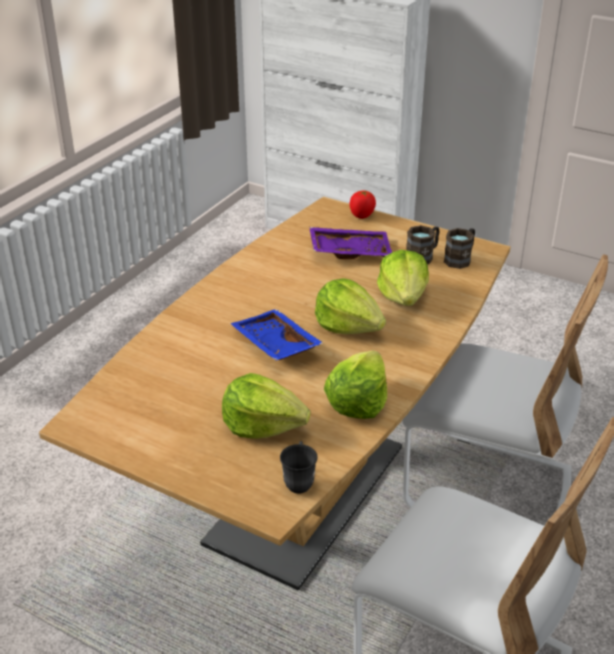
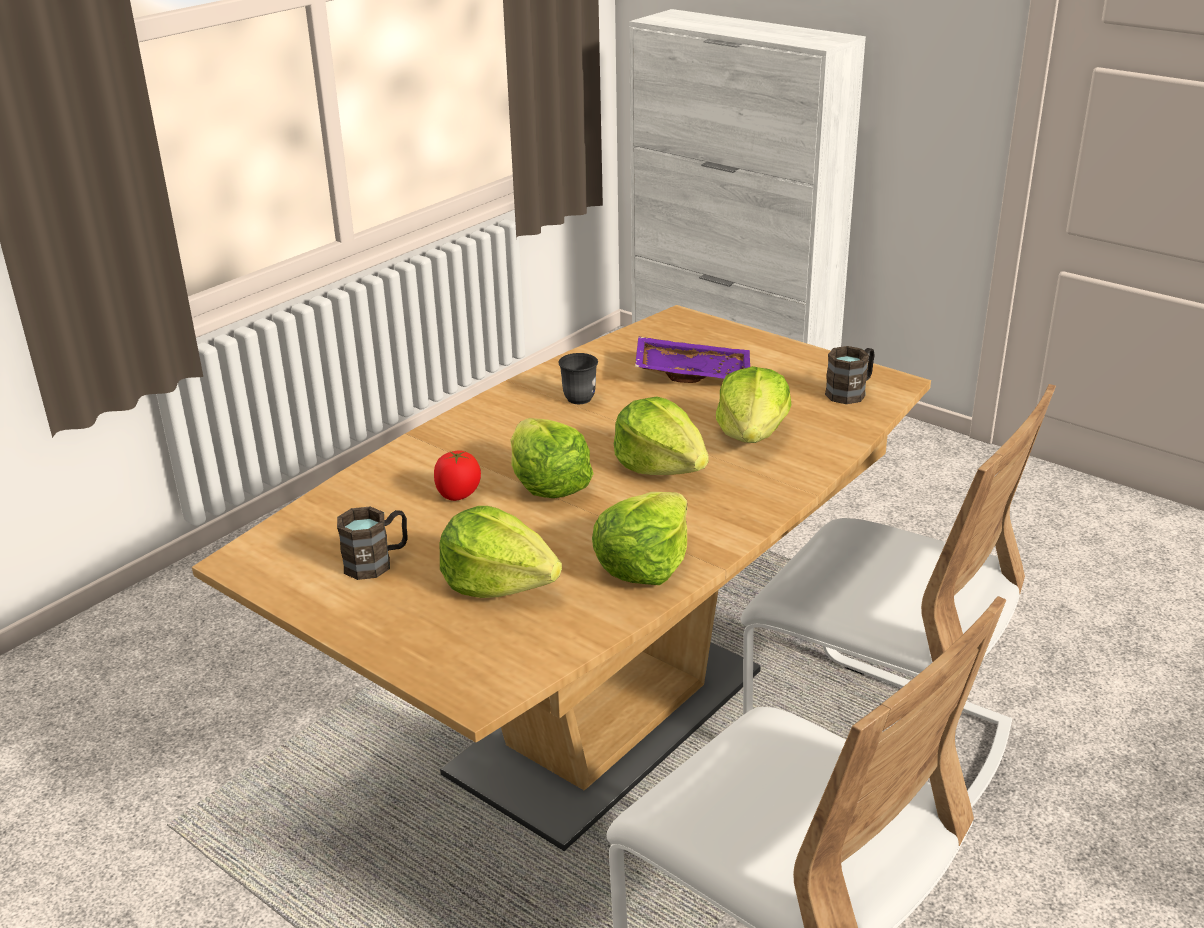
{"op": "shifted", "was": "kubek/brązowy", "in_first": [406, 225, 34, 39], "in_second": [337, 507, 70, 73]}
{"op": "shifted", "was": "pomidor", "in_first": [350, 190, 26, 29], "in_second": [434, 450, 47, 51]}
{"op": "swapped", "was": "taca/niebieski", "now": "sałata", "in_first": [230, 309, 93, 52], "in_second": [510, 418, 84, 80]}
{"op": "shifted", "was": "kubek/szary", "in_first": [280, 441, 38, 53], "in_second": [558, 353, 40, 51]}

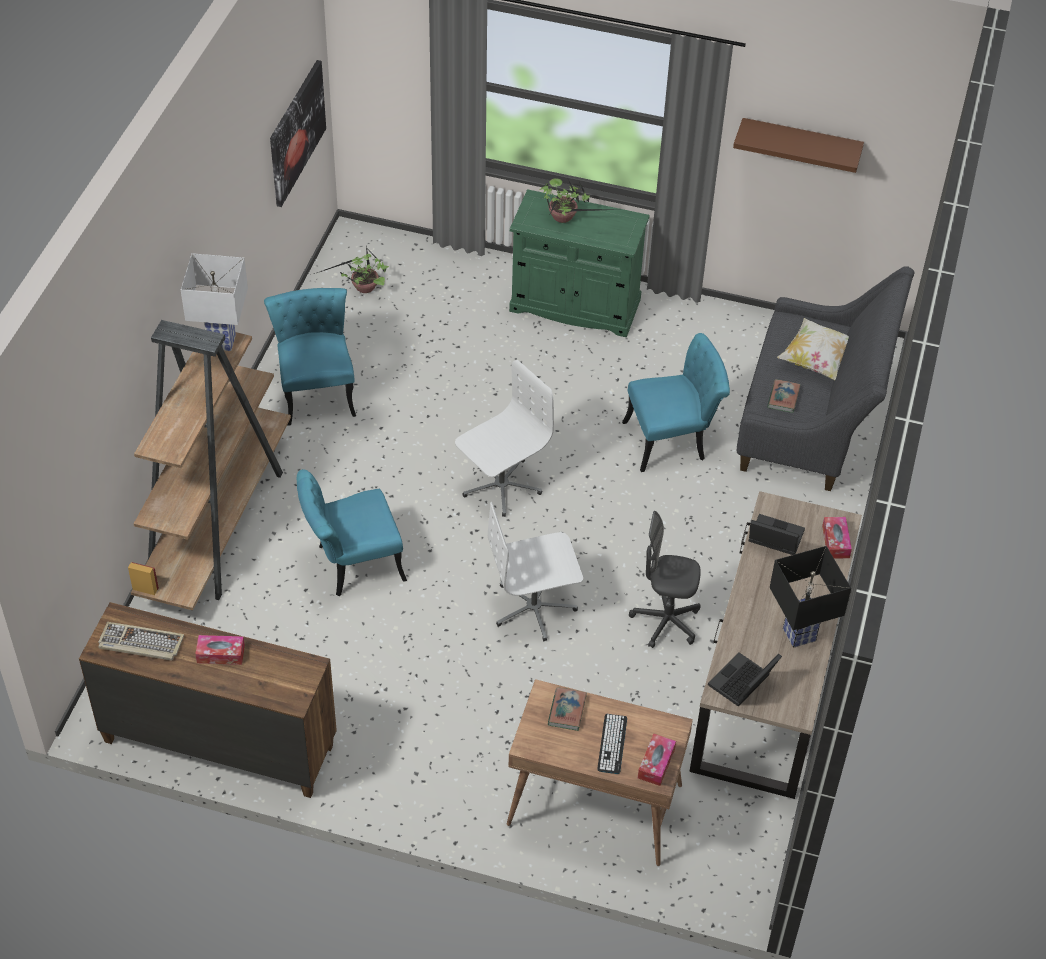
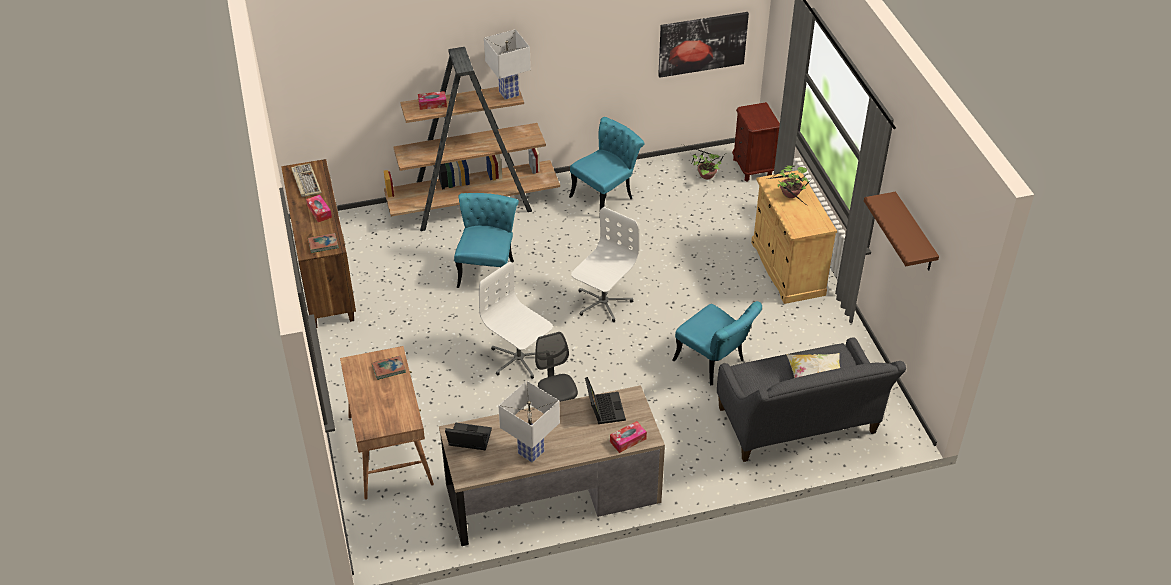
{"op": "shifted", "was": "książka", "in_first": [767, 379, 34, 34], "in_second": [308, 233, 31, 20]}
{"op": "shifted", "was": "pudełko chusteczek", "in_first": [638, 733, 38, 53], "in_second": [418, 91, 29, 19]}
{"op": "rotated", "was": "krzesło/turkusowy", "in_first": [297, 469, 110, 127], "in_second": [454, 193, 65, 95], "clockwise": 60}
{"op": "repainted", "was": "lampa stołowa/czarny", "now": "lampa stołowa/biały", "in_first": [770, 546, 81, 102], "in_second": [498, 381, 62, 82]}
{"op": "rotated", "was": "krzesło biurowe/biały", "in_first": [455, 360, 99, 157], "in_second": [571, 207, 68, 115], "clockwise": -75}
{"op": "new", "now": "szafka nocna/brązowy", "in_second": [732, 102, 48, 80]}
{"op": "repainted", "was": "szafka/zielony", "now": "szafka/beżowy", "in_first": [509, 189, 141, 148], "in_second": [751, 170, 86, 134]}
{"op": "gone", "was": "klawiatura", "in_first": [597, 714, 30, 60]}

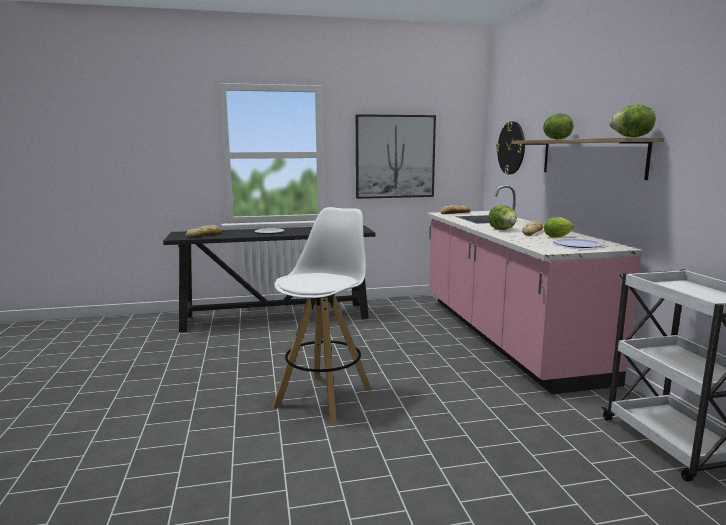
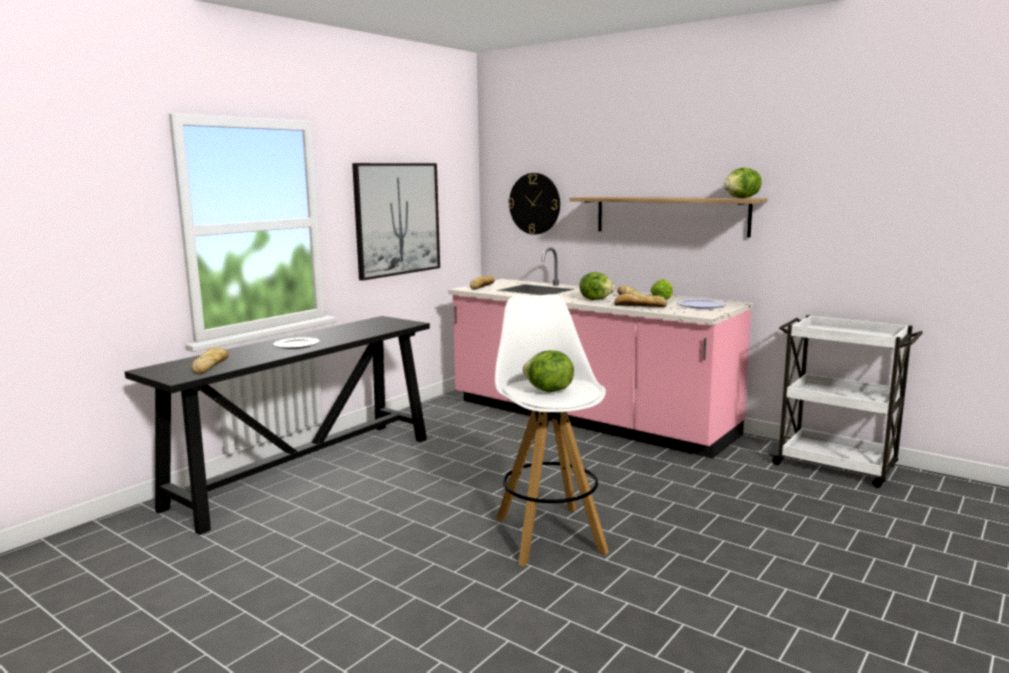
{"op": "shifted", "was": "sałata", "in_first": [543, 113, 30, 26], "in_second": [523, 350, 51, 42]}
{"op": "new", "now": "chleb", "in_second": [614, 293, 53, 14]}

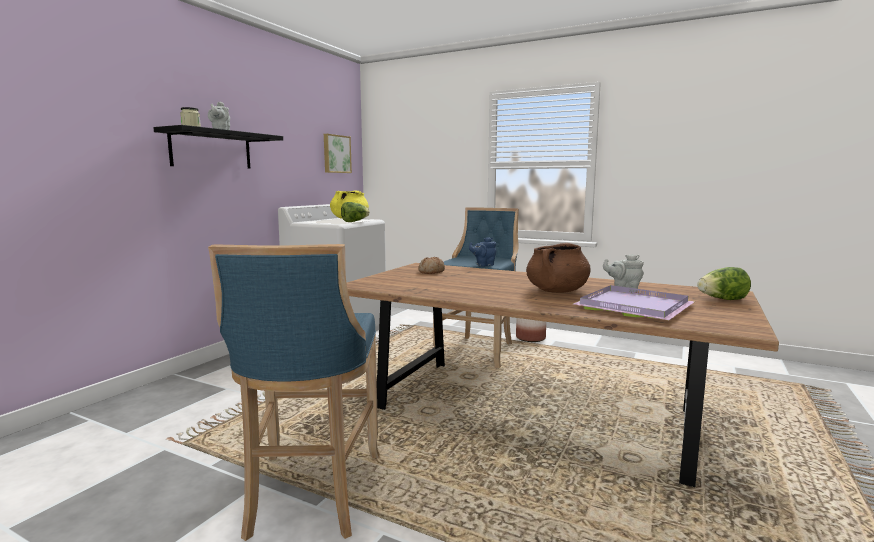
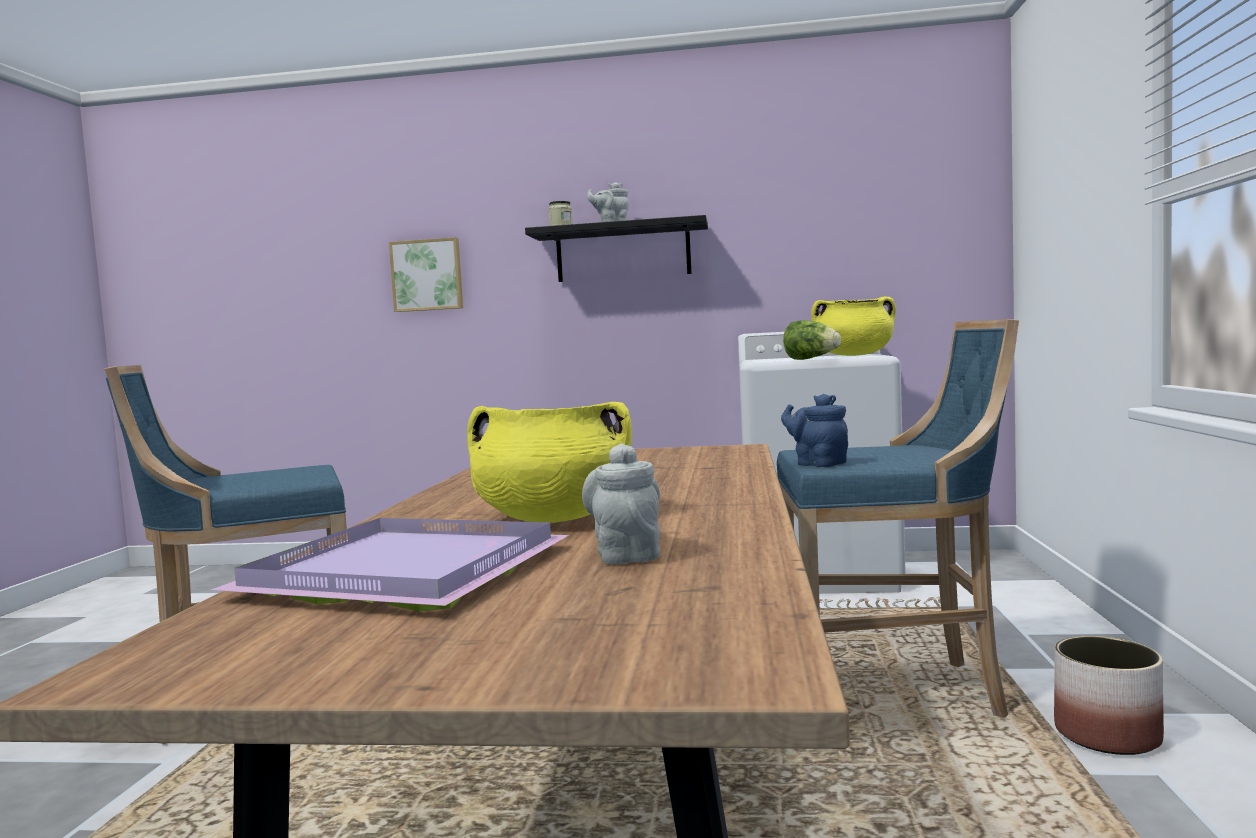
{"op": "shifted", "was": "obraz", "in_first": [324, 134, 28, 39], "in_second": [389, 237, 74, 75]}
{"op": "repainted", "was": "garnek/brązowy", "now": "garnek/żółty", "in_first": [526, 243, 65, 50], "in_second": [467, 402, 165, 121]}
{"op": "gone", "was": "chleb", "in_first": [419, 257, 26, 17]}
{"op": "gone", "was": "sałata", "in_first": [697, 267, 54, 33]}

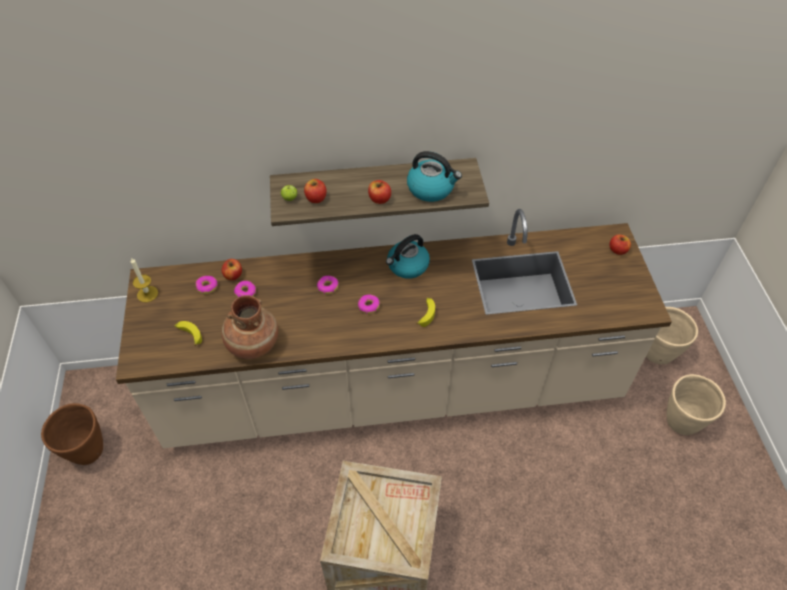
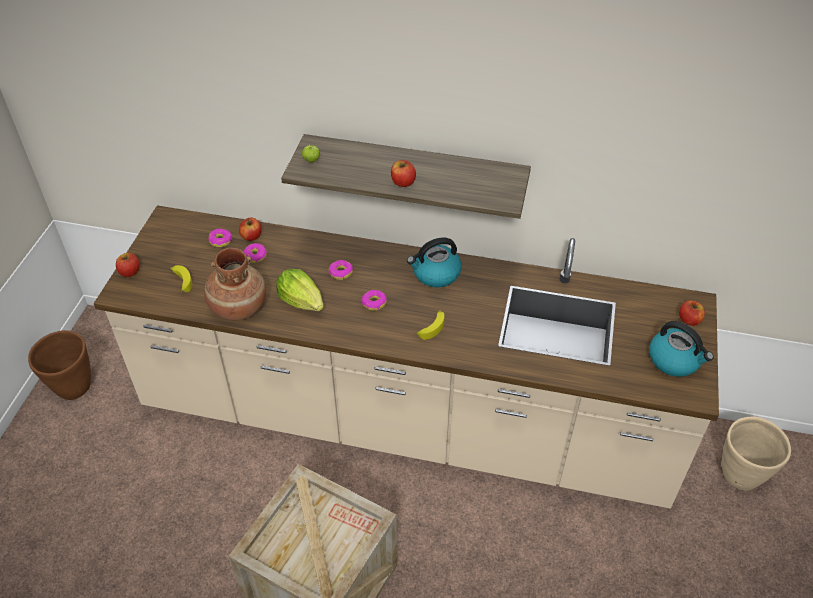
{"op": "shifted", "was": "jabłko", "in_first": [304, 179, 23, 24], "in_second": [116, 253, 24, 24]}
{"op": "new", "now": "sałata", "in_second": [276, 269, 48, 42]}
{"op": "shifted", "was": "czajnik", "in_first": [407, 151, 55, 51], "in_second": [649, 321, 65, 56]}
{"op": "gone", "was": "świeca", "in_first": [131, 258, 27, 44]}
{"op": "gone", "was": "donica/beżowy", "in_first": [666, 374, 60, 61]}

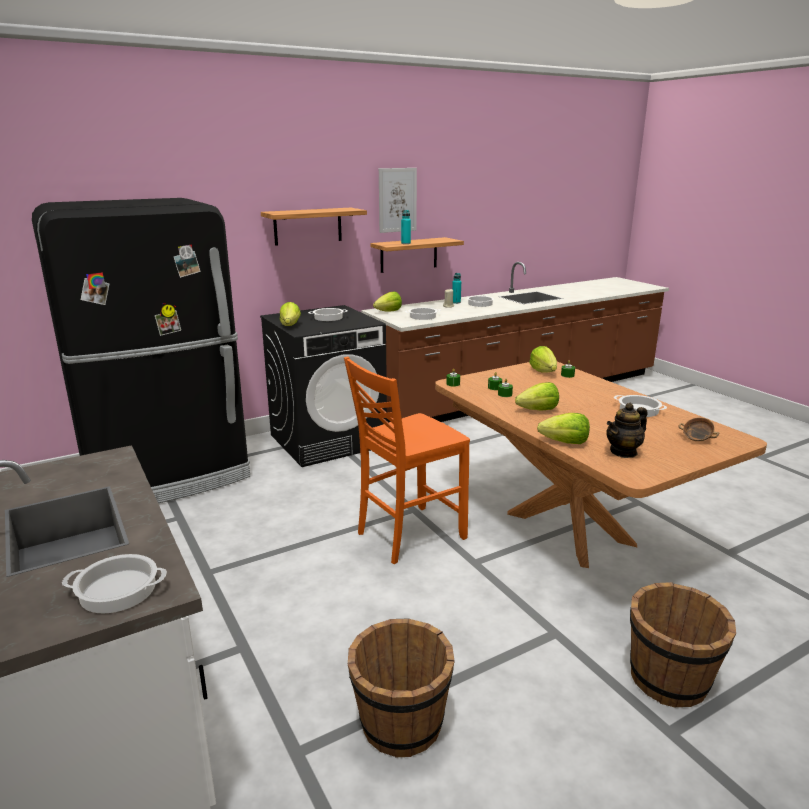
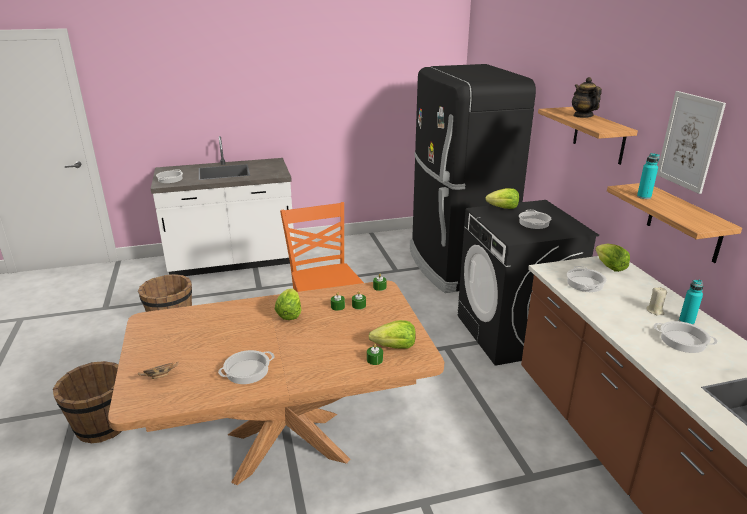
{"op": "shifted", "was": "imbryk", "in_first": [606, 403, 41, 55], "in_second": [572, 77, 30, 41]}
{"op": "gone", "was": "sałata", "in_first": [537, 413, 53, 31]}

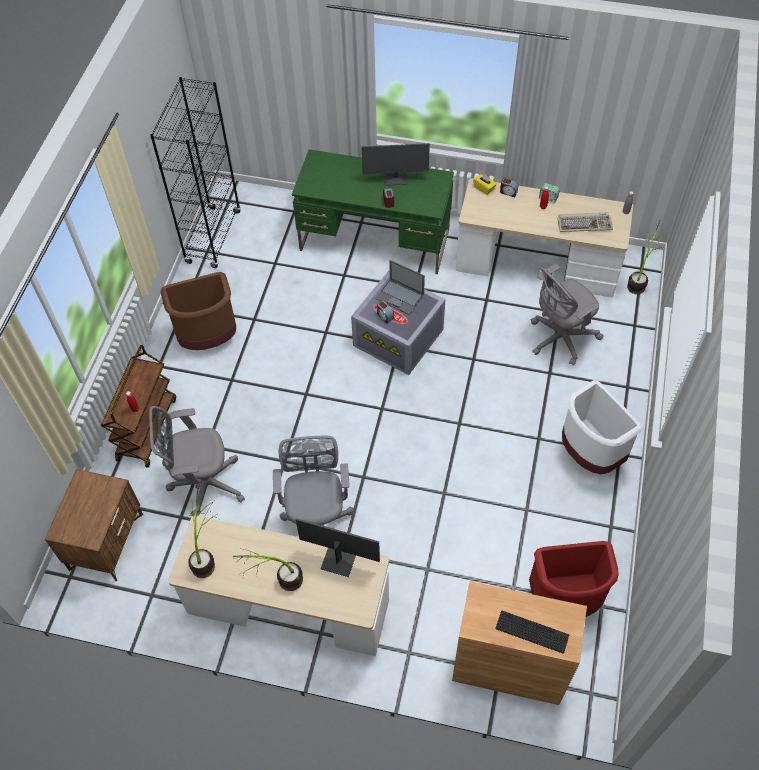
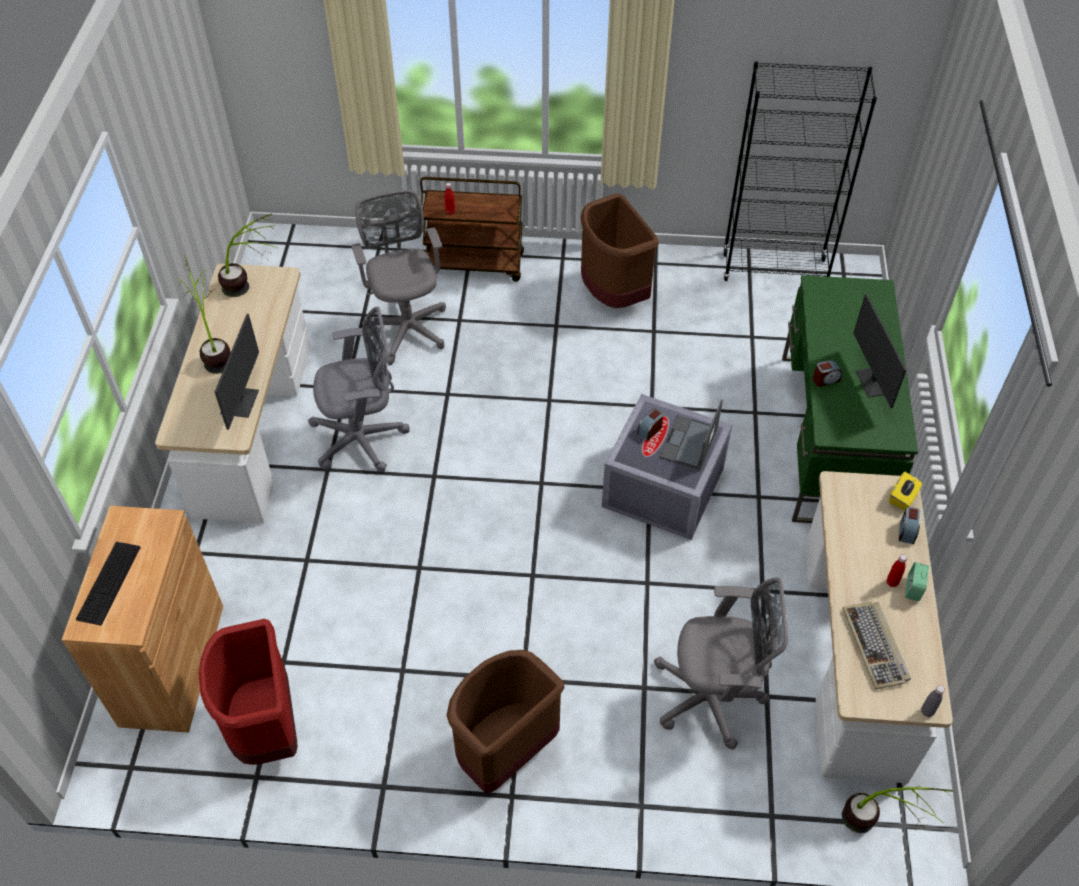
{"op": "repainted", "was": "kosz na śmieci/biały", "now": "kosz na śmieci/brązowy", "in_first": [562, 380, 80, 94], "in_second": [446, 650, 118, 143]}
{"op": "rotated", "was": "krzesło biurowe/szary", "in_first": [531, 264, 73, 102], "in_second": [654, 578, 134, 172], "clockwise": 135}
{"op": "gone", "was": "szafka nocna/brązowy", "in_first": [45, 469, 98, 112]}

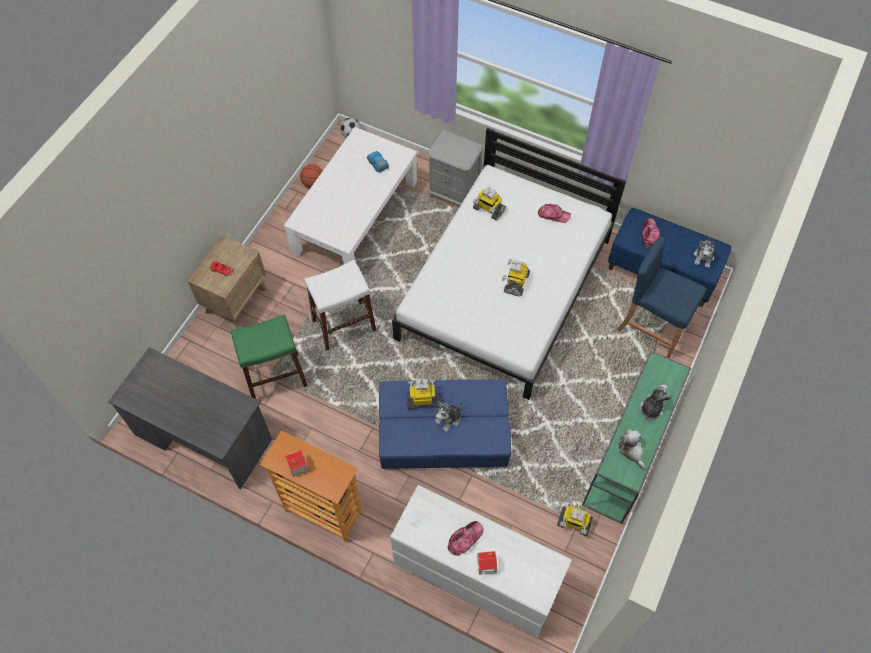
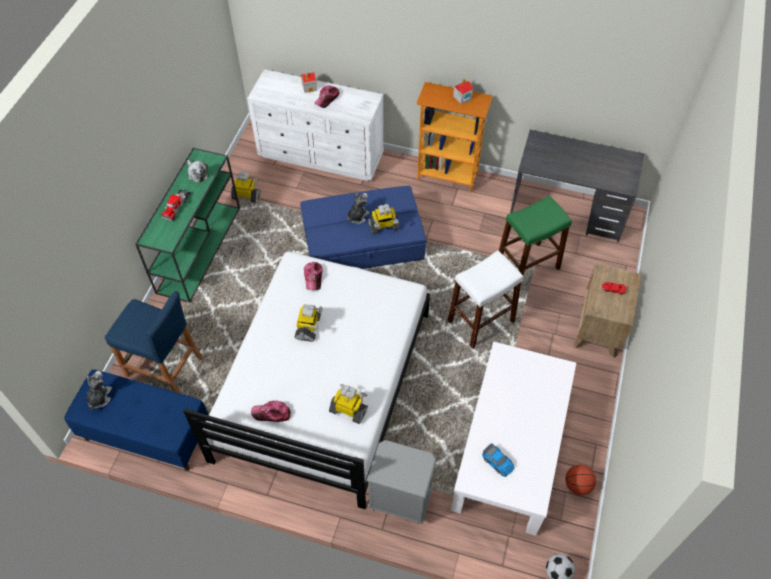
{"op": "swapped", "was": "pluszak", "now": "ciężarówka zabawkowa", "in_first": [640, 384, 32, 36], "in_second": [162, 189, 28, 32]}
{"op": "shifted", "was": "czapka z daszkiem", "in_first": [642, 219, 18, 29], "in_second": [304, 262, 18, 28]}

